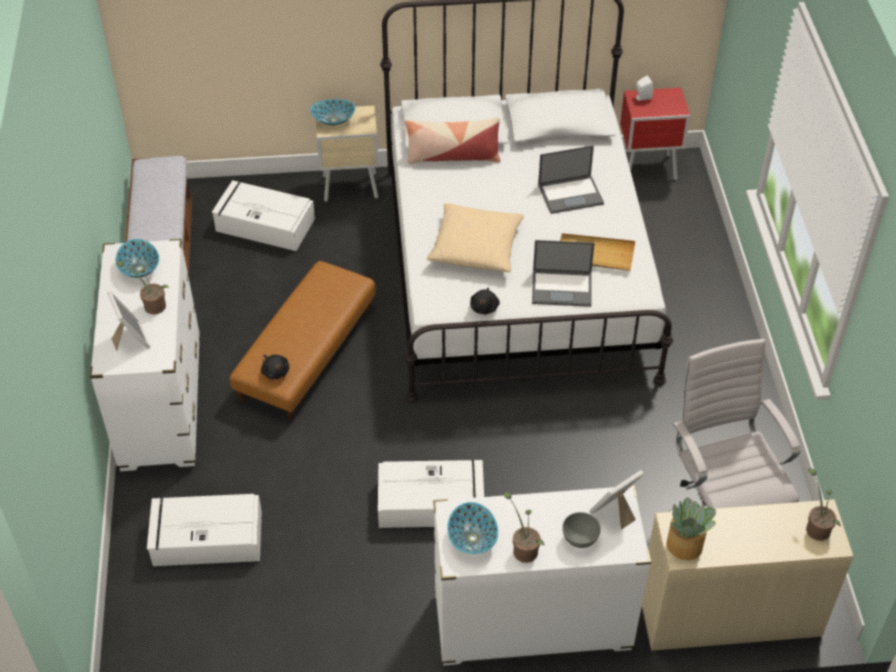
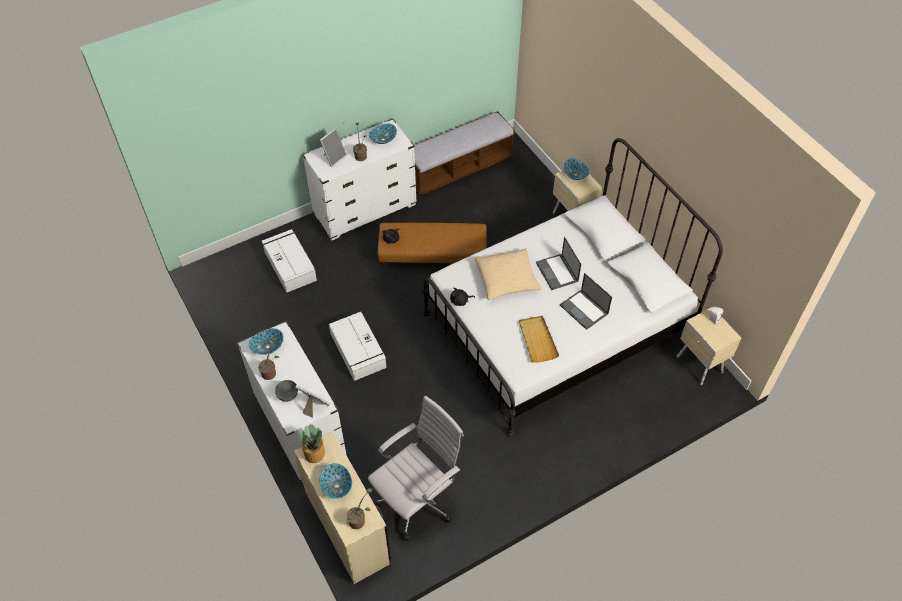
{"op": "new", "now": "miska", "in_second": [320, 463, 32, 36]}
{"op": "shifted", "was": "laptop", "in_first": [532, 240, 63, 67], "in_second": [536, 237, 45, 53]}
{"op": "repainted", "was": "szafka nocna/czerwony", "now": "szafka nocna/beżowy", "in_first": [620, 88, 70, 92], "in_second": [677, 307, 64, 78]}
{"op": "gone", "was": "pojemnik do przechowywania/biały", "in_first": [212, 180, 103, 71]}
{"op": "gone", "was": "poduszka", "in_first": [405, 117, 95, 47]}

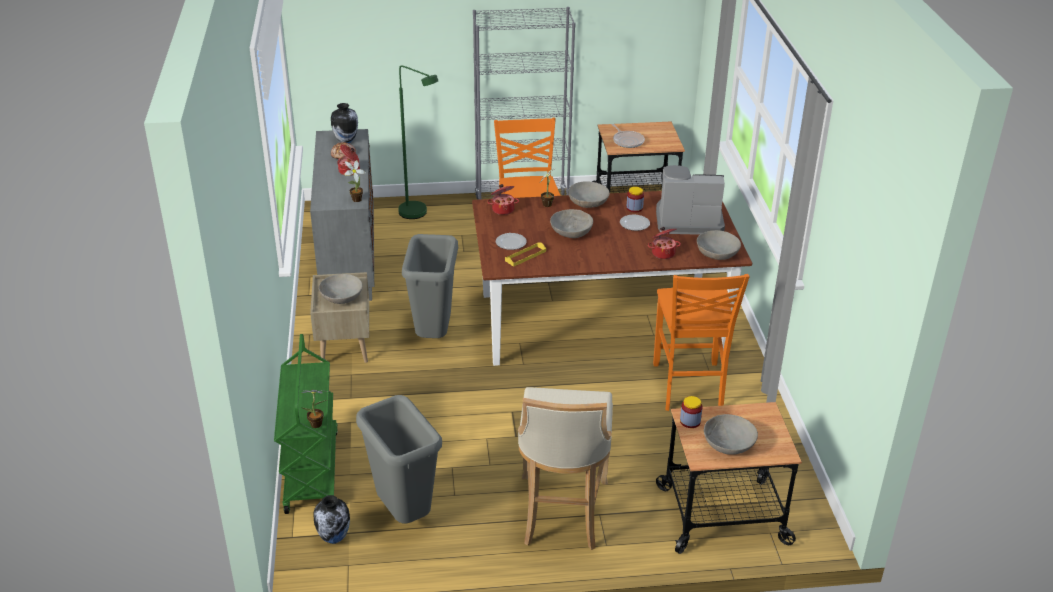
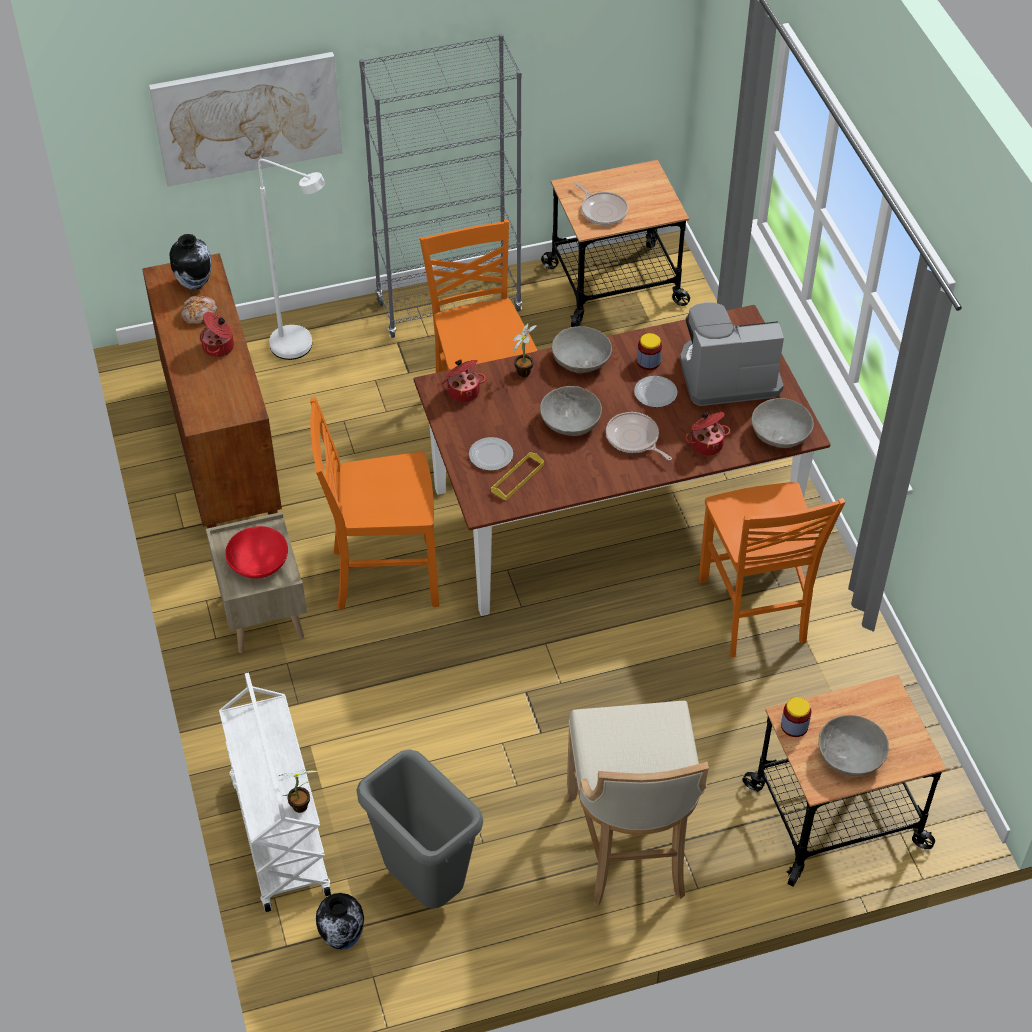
{"op": "repainted", "was": "szafka/szary", "now": "szafka/brązowy", "in_first": [310, 129, 64, 172], "in_second": [142, 253, 140, 276]}
{"op": "new", "now": "obraz", "in_second": [149, 52, 194, 135]}
{"op": "repainted", "was": "wózek/zielony", "now": "wózek/biały", "in_first": [274, 334, 64, 180], "in_second": [219, 672, 112, 240]}
{"op": "repainted", "was": "miska/szary", "now": "miska/czerwony", "in_first": [319, 274, 44, 30], "in_second": [225, 526, 63, 53]}
{"op": "repainted", "was": "lampa stojąca/zielony", "now": "lampa stojąca/biały", "in_first": [398, 65, 40, 154], "in_second": [258, 159, 67, 201]}
{"op": "swapped", "was": "kosz na śmieci/szary", "now": "krzesło/pomarańczowy", "in_first": [402, 234, 56, 104], "in_second": [310, 398, 129, 212]}
{"op": "new", "now": "patelnia", "in_second": [606, 412, 66, 49]}
{"op": "gone", "was": "roślina doniczkowa", "in_first": [344, 160, 22, 42]}

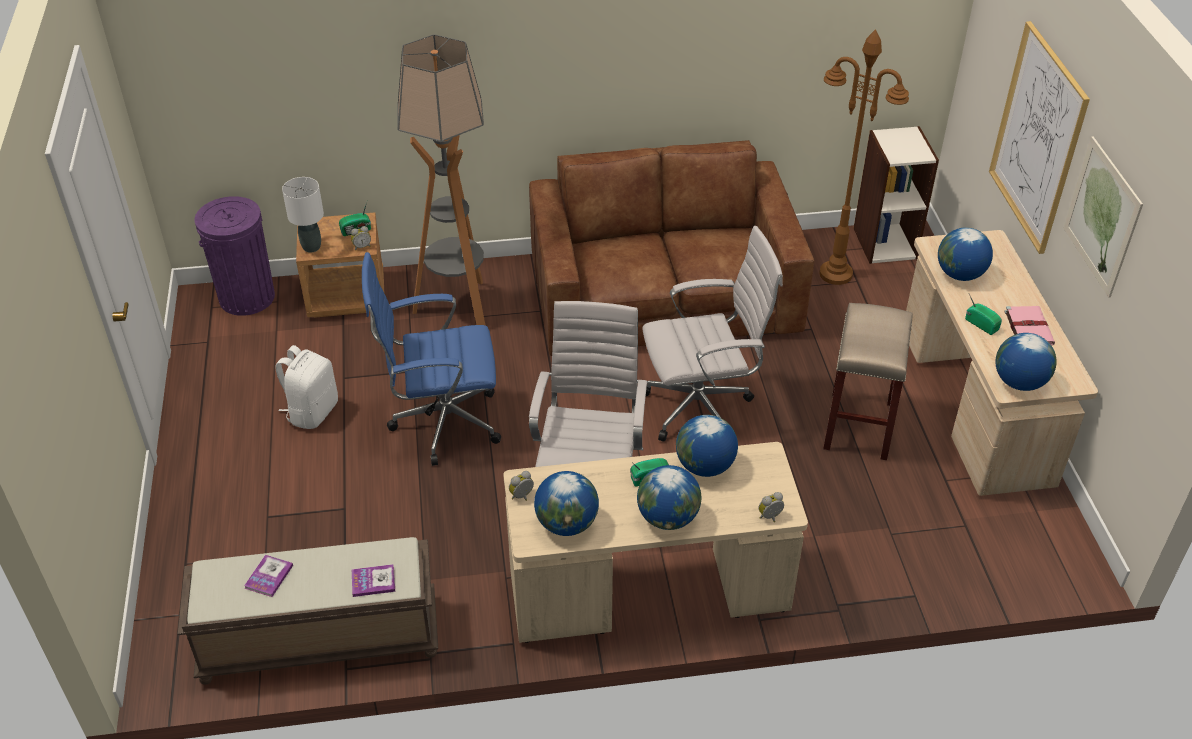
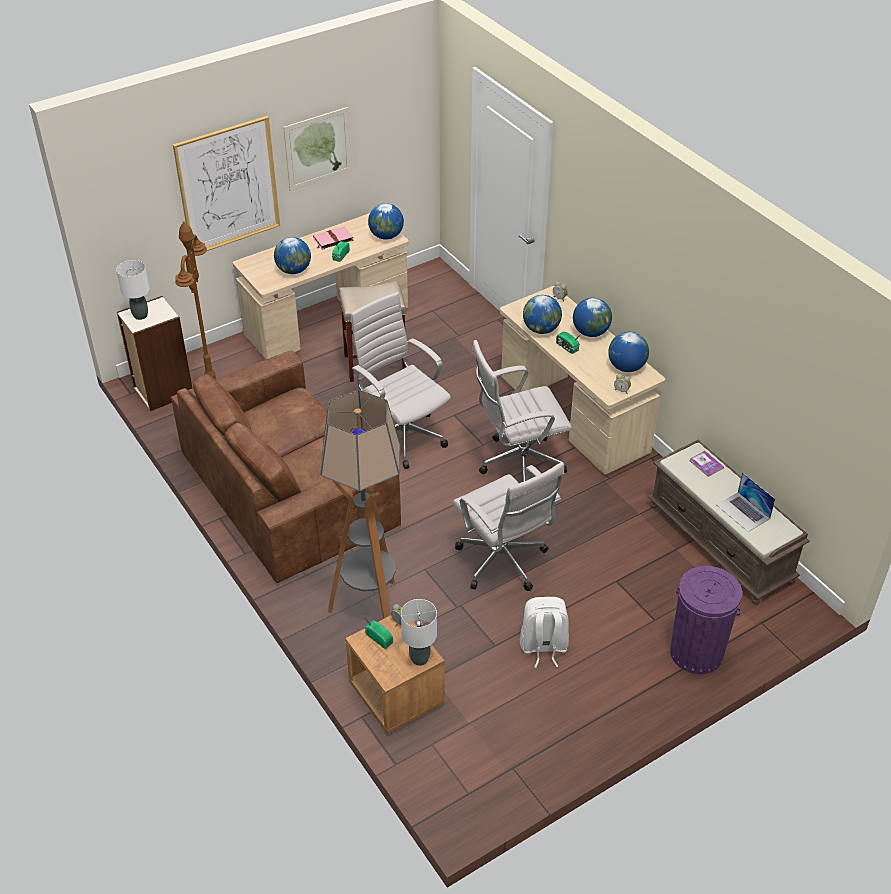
{"op": "new", "now": "lampa stołowa/biały", "in_second": [116, 260, 34, 60]}
{"op": "repainted", "was": "krzesło biurowe/niebieski", "now": "krzesło biurowe/biały", "in_first": [362, 252, 139, 214], "in_second": [453, 462, 111, 129]}
{"op": "shifted", "was": "kosz na śmieci/fioletowy", "in_first": [195, 196, 80, 120], "in_second": [670, 566, 72, 108]}
{"op": "swapped", "was": "książka", "now": "laptop", "in_first": [244, 555, 49, 42], "in_second": [716, 472, 59, 60]}

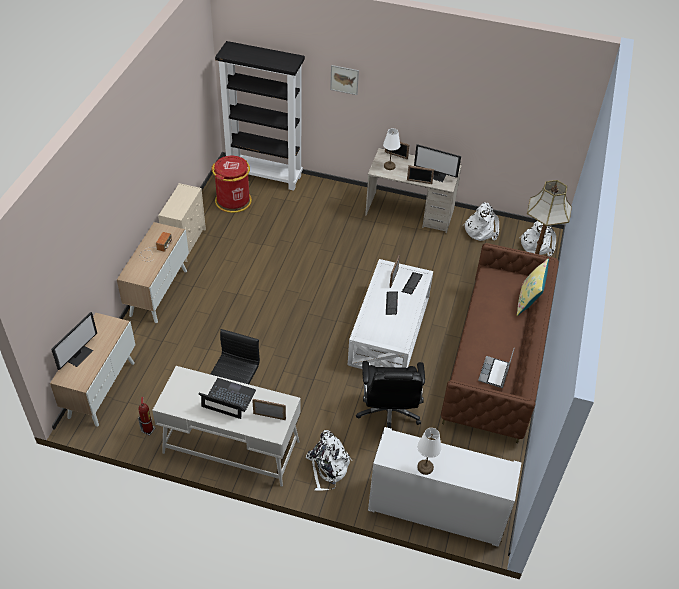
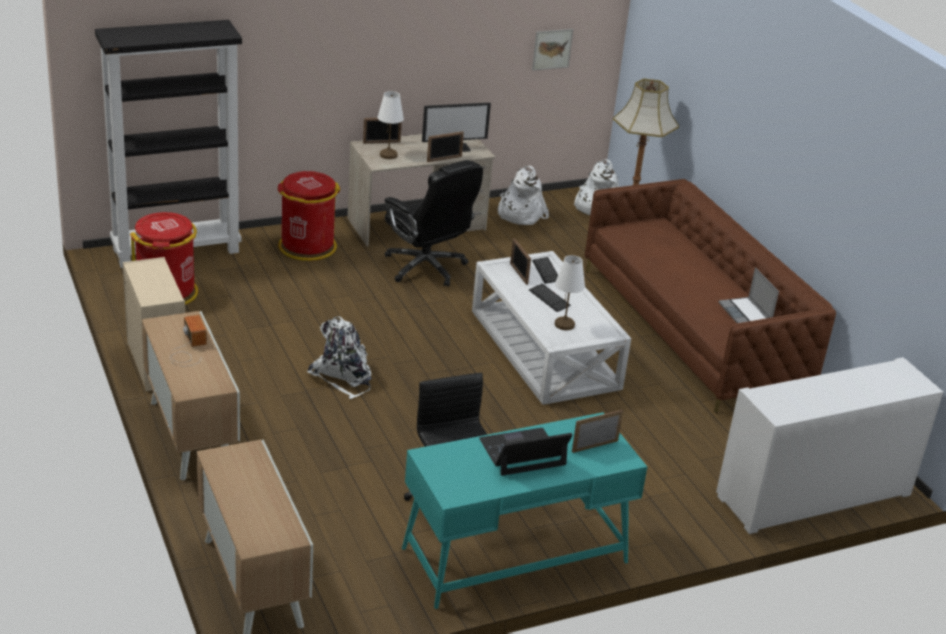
{"op": "new", "now": "kosz na śmieci/czerwony", "in_second": [277, 171, 63, 90]}
{"op": "shifted", "was": "plecak/biały", "in_first": [306, 430, 47, 61], "in_second": [307, 316, 65, 83]}
{"op": "shifted", "was": "krzesło biurowe/czarny", "in_first": [356, 361, 69, 67], "in_second": [385, 160, 98, 127]}
{"op": "repainted", "was": "biurko/biały", "now": "biurko/turkusowy", "in_first": [152, 366, 149, 121], "in_second": [402, 412, 245, 197]}
{"op": "shifted", "was": "obraz", "in_first": [330, 65, 29, 30], "in_second": [532, 29, 41, 42]}
{"op": "shifted", "was": "lampa stołowa/biały", "in_first": [417, 428, 25, 47], "in_second": [555, 255, 30, 75]}
{"op": "gone", "was": "monitor", "in_first": [51, 312, 46, 58]}
{"op": "gone", "was": "gaśnica", "in_first": [138, 397, 17, 39]}
{"op": "gone", "was": "poduszka/żółty", "in_first": [517, 259, 32, 57]}

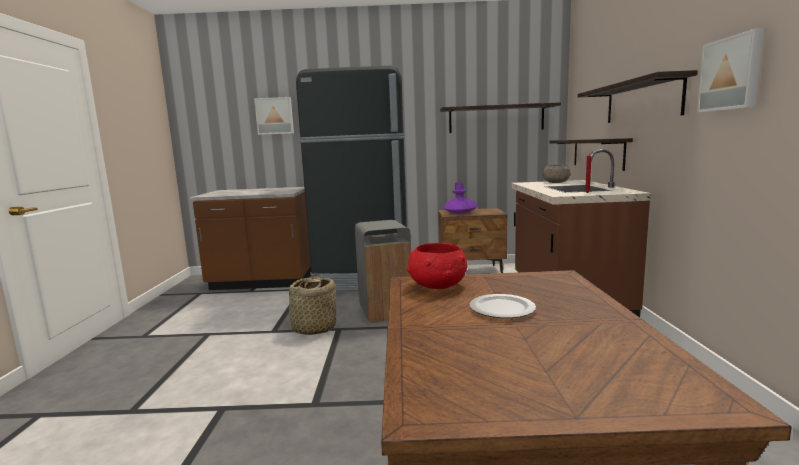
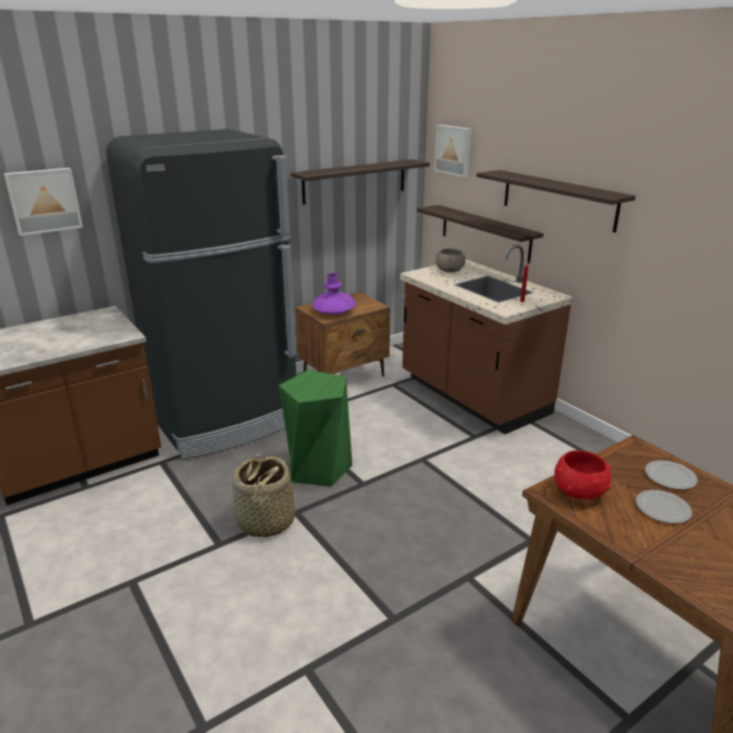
{"op": "swapped", "was": "kosz na śmieci/szary", "now": "stołek/zielony", "in_first": [355, 220, 56, 103], "in_second": [279, 370, 73, 117]}
{"op": "shifted", "was": "obraz", "in_first": [697, 28, 67, 85], "in_second": [434, 125, 38, 52]}
{"op": "new", "now": "talerz", "in_second": [645, 460, 53, 30]}

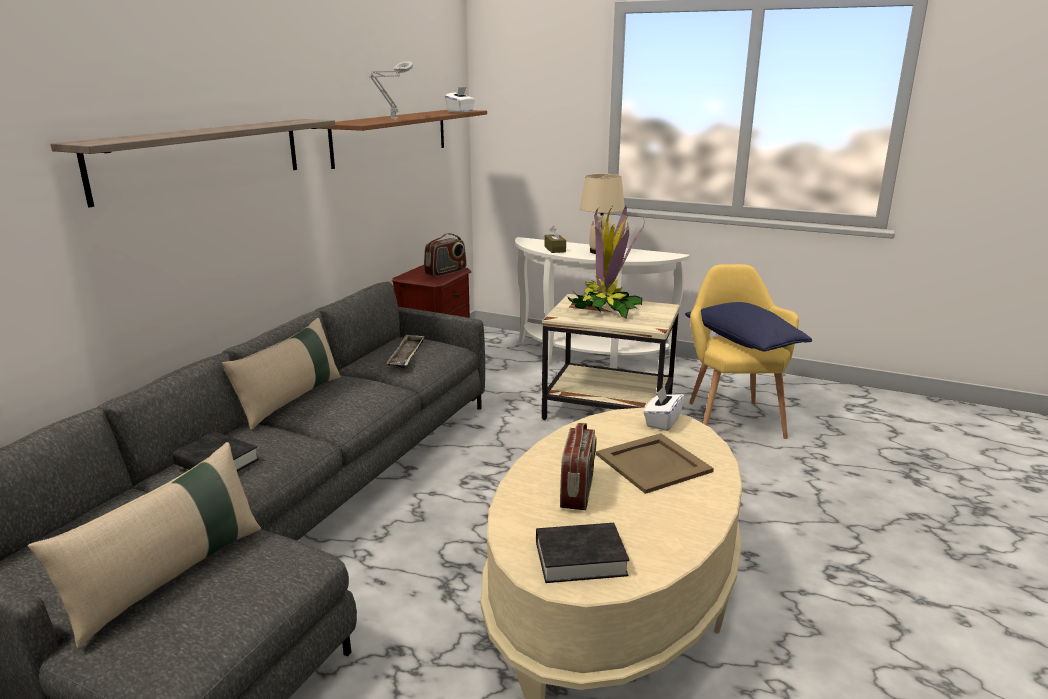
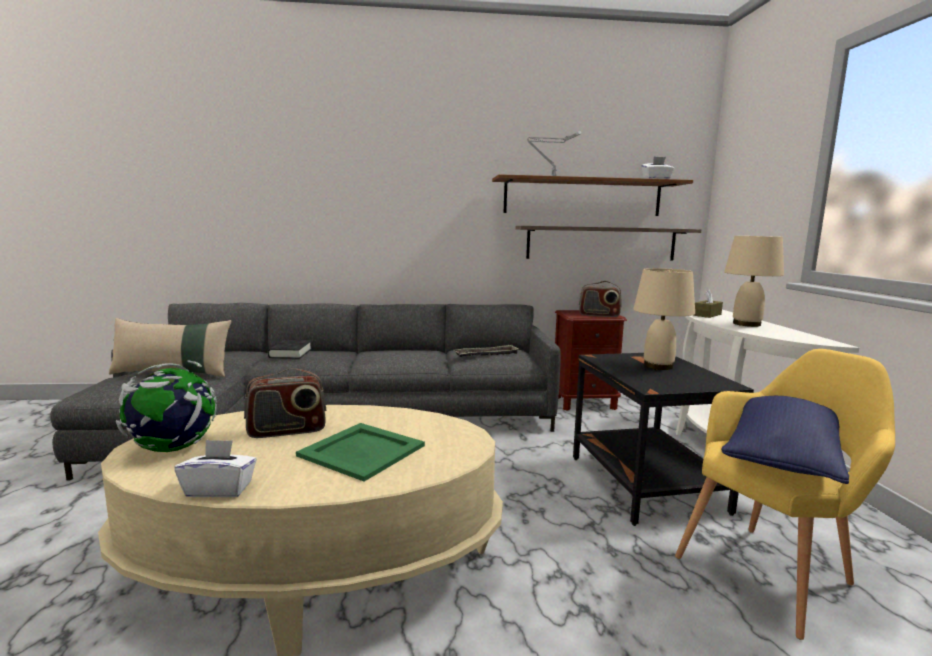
{"op": "swapped", "was": "książka/czarny", "now": "globus", "in_first": [536, 523, 93, 60], "in_second": [116, 360, 101, 92]}
{"op": "shifted", "was": "pudełko chusteczek/biały", "in_first": [643, 385, 41, 46], "in_second": [174, 440, 83, 58]}
{"op": "repainted", "was": "taca/beżowy", "now": "taca/zielony", "in_first": [596, 433, 118, 61], "in_second": [296, 423, 129, 59]}
{"op": "shifted", "was": "półka", "in_first": [50, 119, 285, 89], "in_second": [516, 226, 186, 35]}
{"op": "repainted", "was": "stolik/beżowy", "now": "stolik/czarny", "in_first": [542, 294, 138, 126], "in_second": [573, 353, 181, 173]}
{"op": "swapped", "was": "roślina doniczkowa", "now": "lampa stołowa/beżowy", "in_first": [567, 204, 78, 115], "in_second": [633, 268, 62, 102]}
{"op": "gone", "was": "poduszka/beżowy", "in_first": [221, 318, 120, 112]}

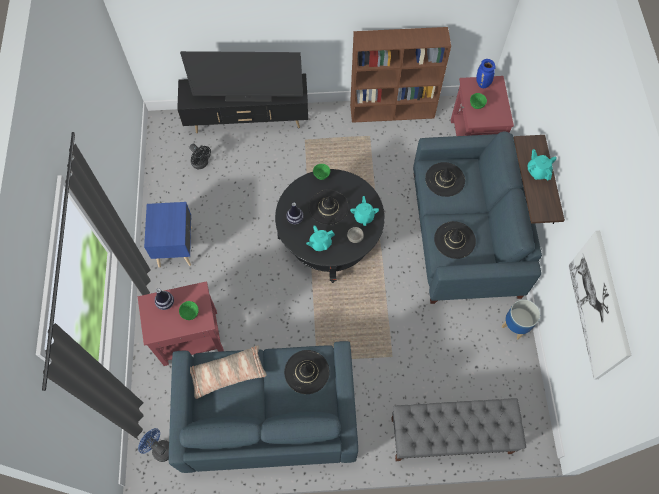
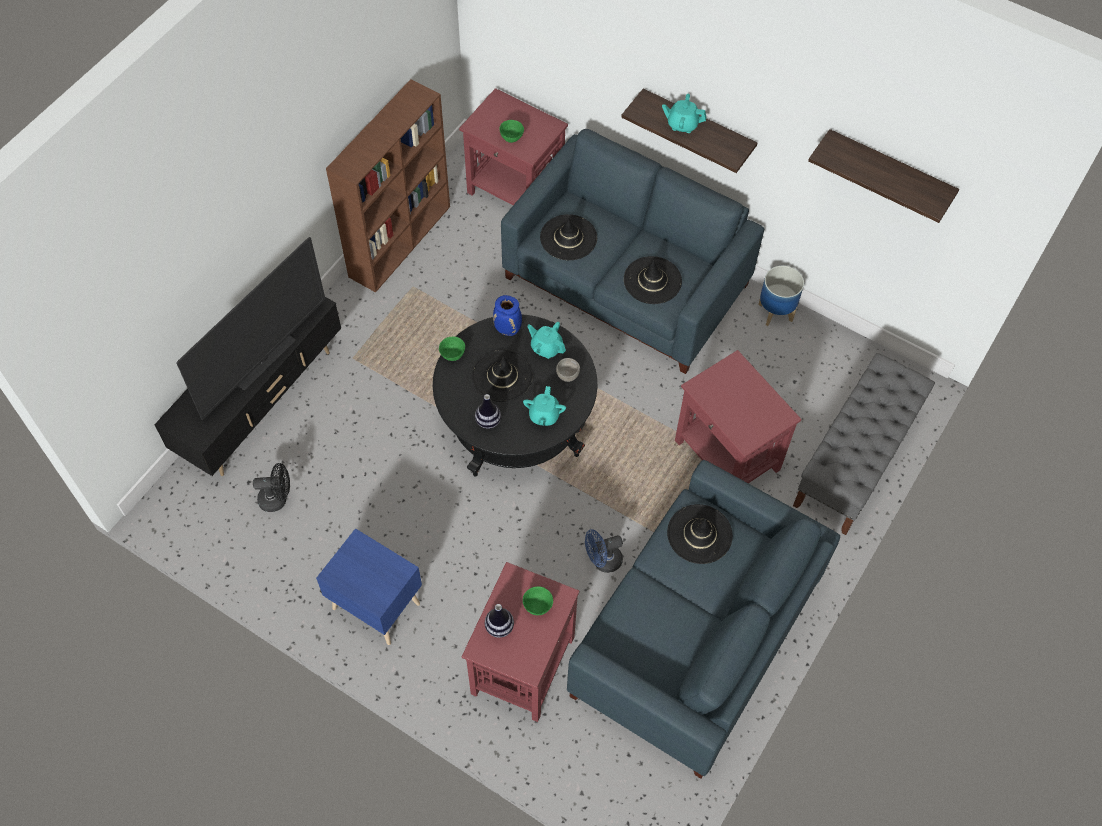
{"op": "shifted", "was": "wazon/niebieski", "in_first": [476, 59, 20, 29], "in_second": [493, 295, 29, 41]}
{"op": "shifted", "was": "wentylator/niebieski", "in_first": [138, 428, 31, 34], "in_second": [585, 529, 38, 44]}
{"op": "new", "now": "stolik/czerwony", "in_second": [675, 350, 127, 133]}
{"op": "swapped", "was": "obraz", "now": "półka", "in_first": [568, 231, 64, 149], "in_second": [808, 129, 151, 94]}
{"op": "gone", "was": "poduszka", "in_first": [190, 345, 77, 54]}

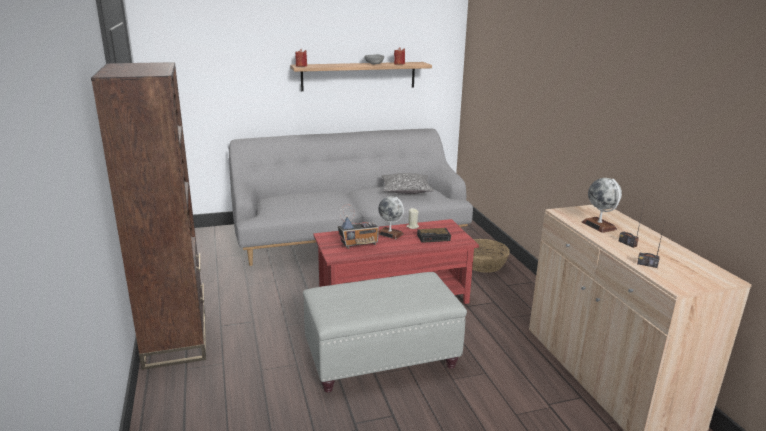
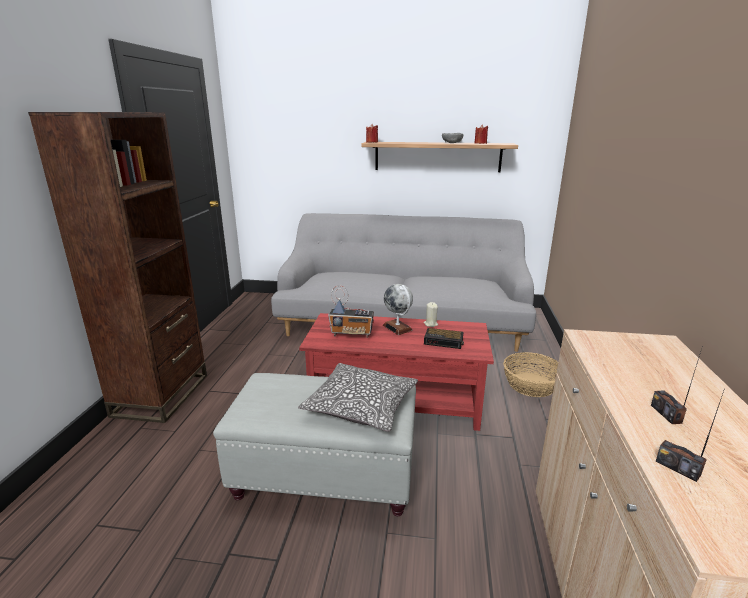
{"op": "shifted", "was": "poduszka", "in_first": [382, 173, 52, 21], "in_second": [298, 363, 120, 69]}
{"op": "gone", "was": "globus", "in_first": [582, 178, 40, 55]}

